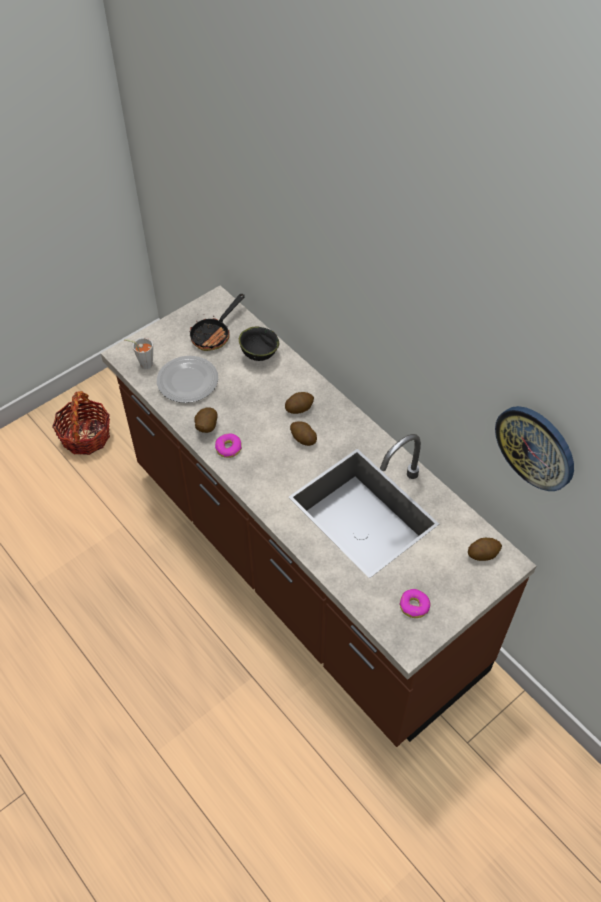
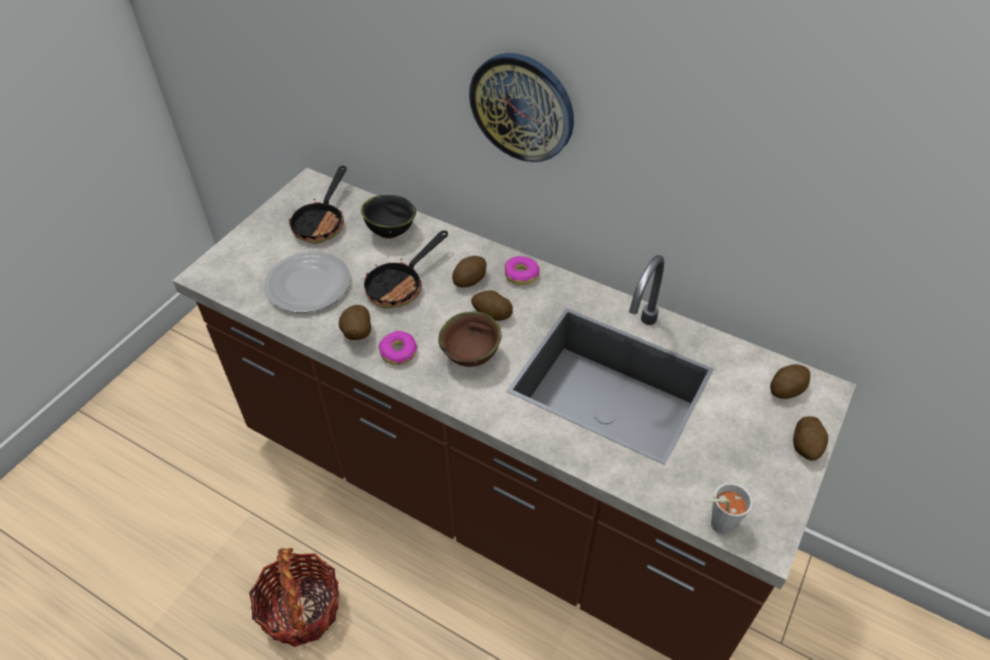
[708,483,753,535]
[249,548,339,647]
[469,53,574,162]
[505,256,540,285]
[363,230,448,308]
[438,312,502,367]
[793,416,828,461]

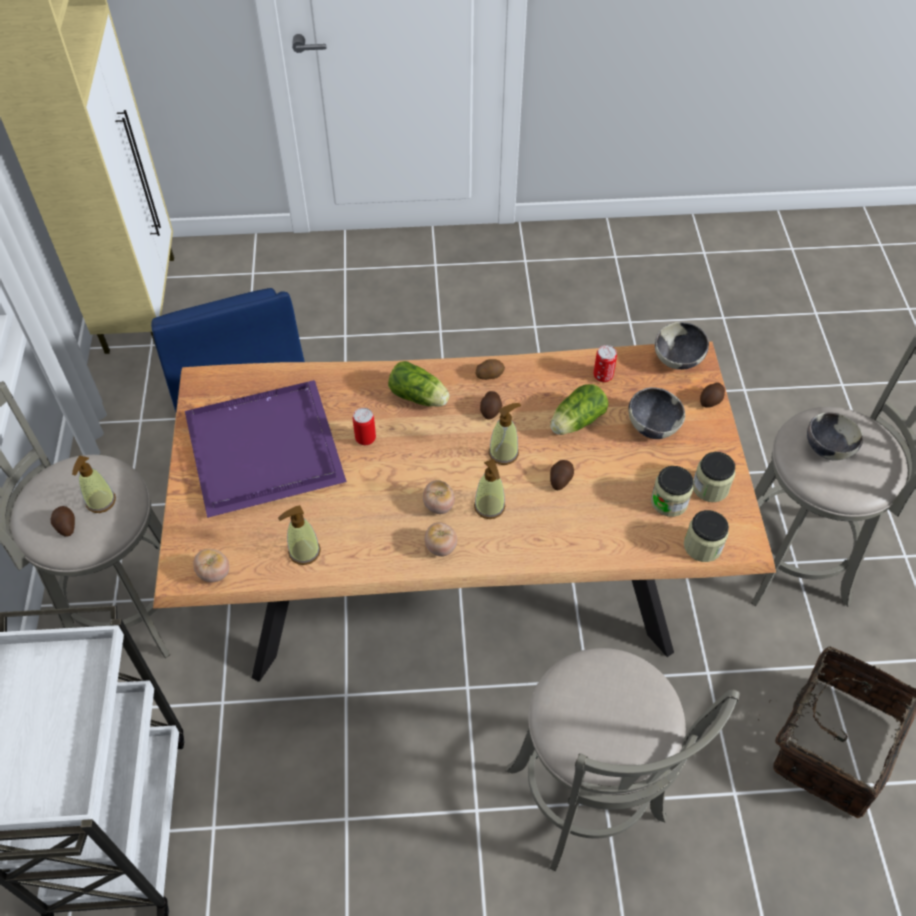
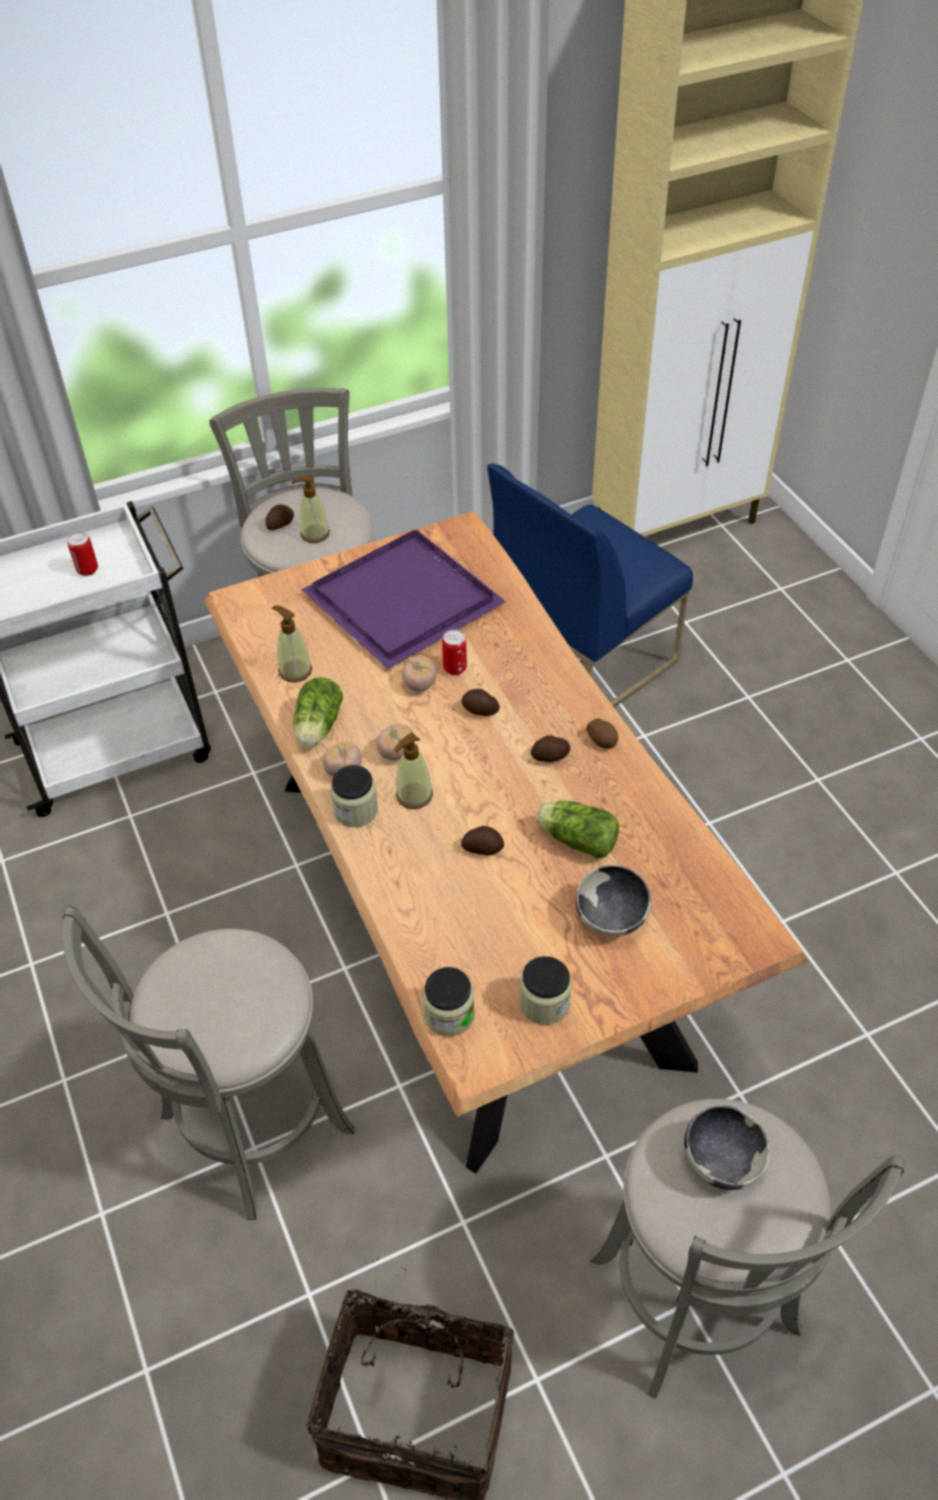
[655,322,709,370] (first image)
[67,532,98,576]
[293,677,343,748]
[461,689,500,716]
[489,403,521,465] (first image)
[330,765,378,827]
[402,655,437,692]

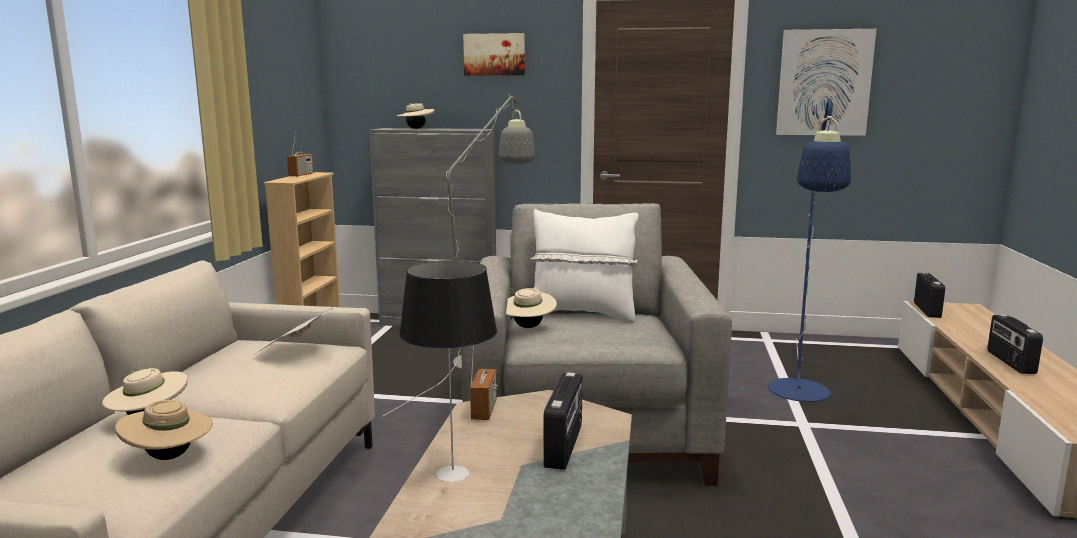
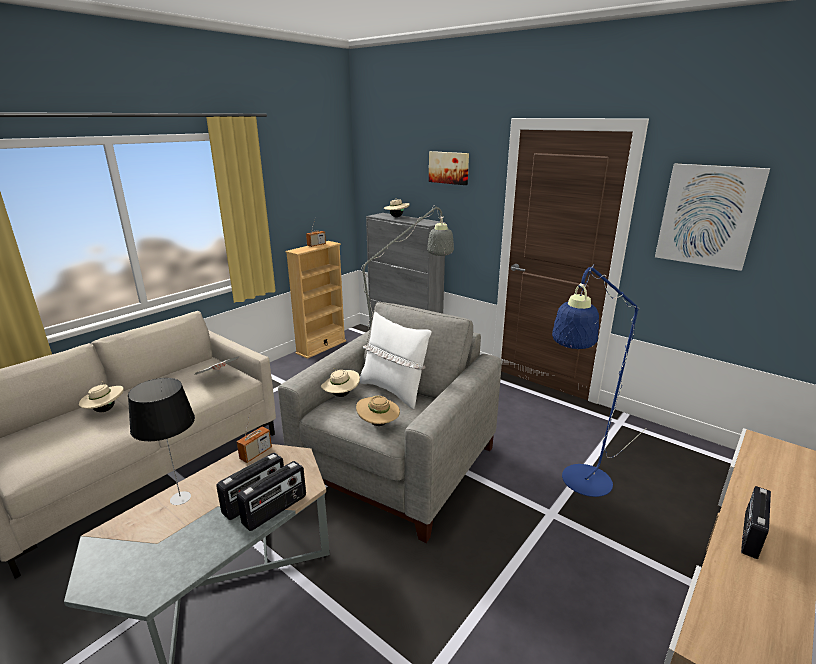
[237,461,306,531]
[356,396,400,426]

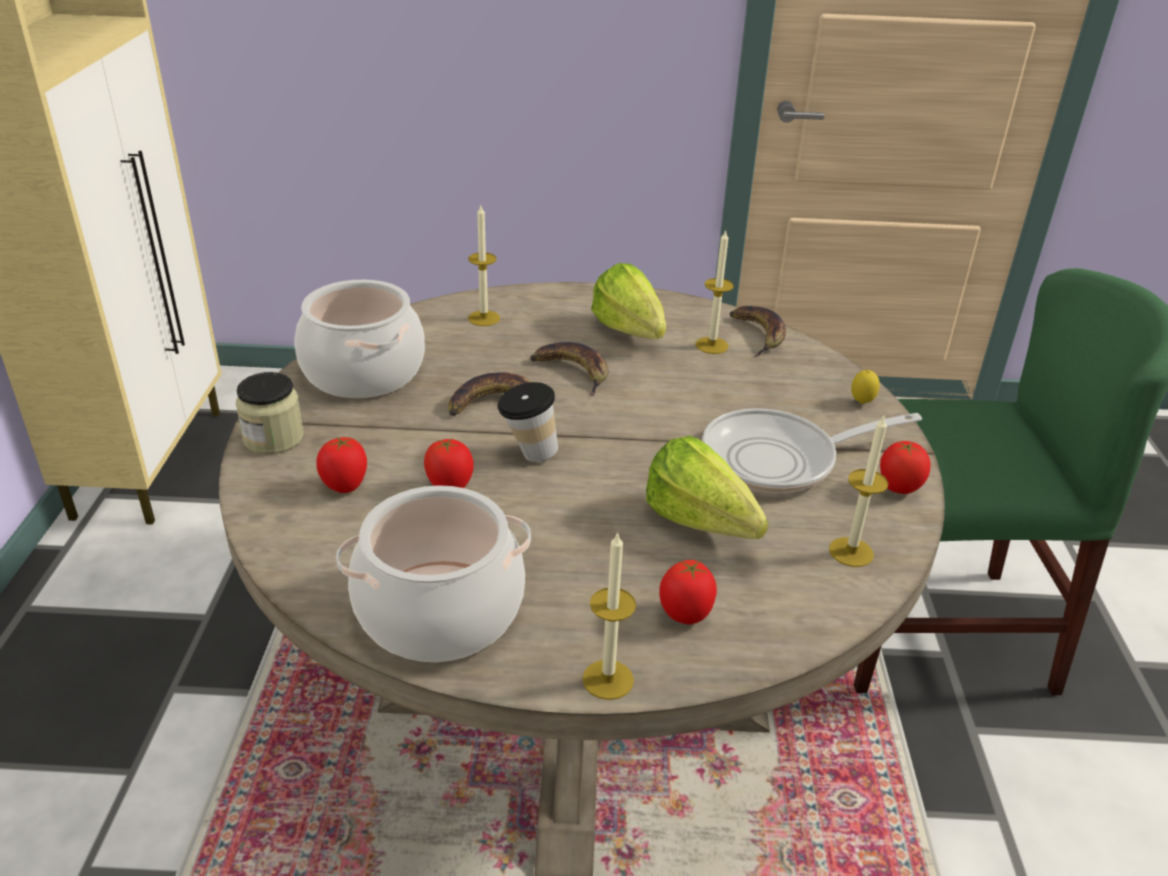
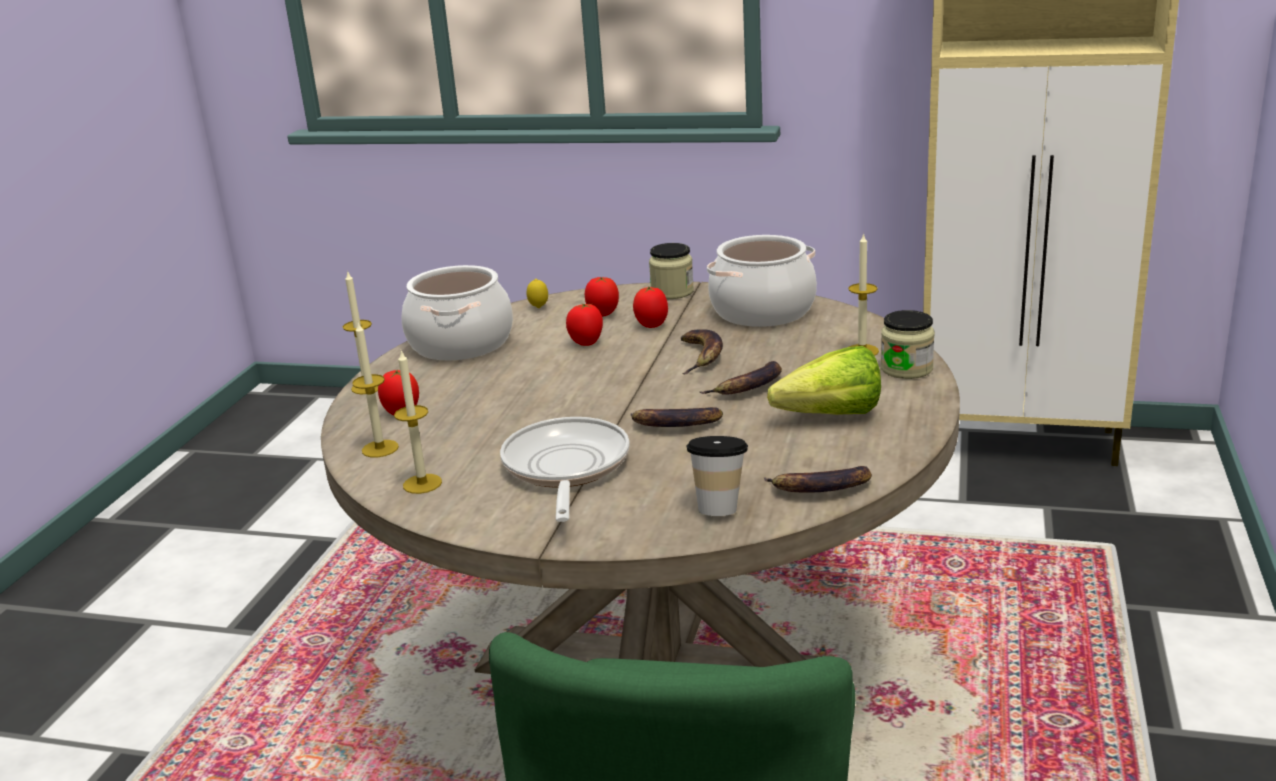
[352,322,399,458]
[527,279,548,308]
[686,436,748,516]
[646,436,769,539] (first image)
[633,286,668,328]
[881,310,935,379]
[631,407,723,427]

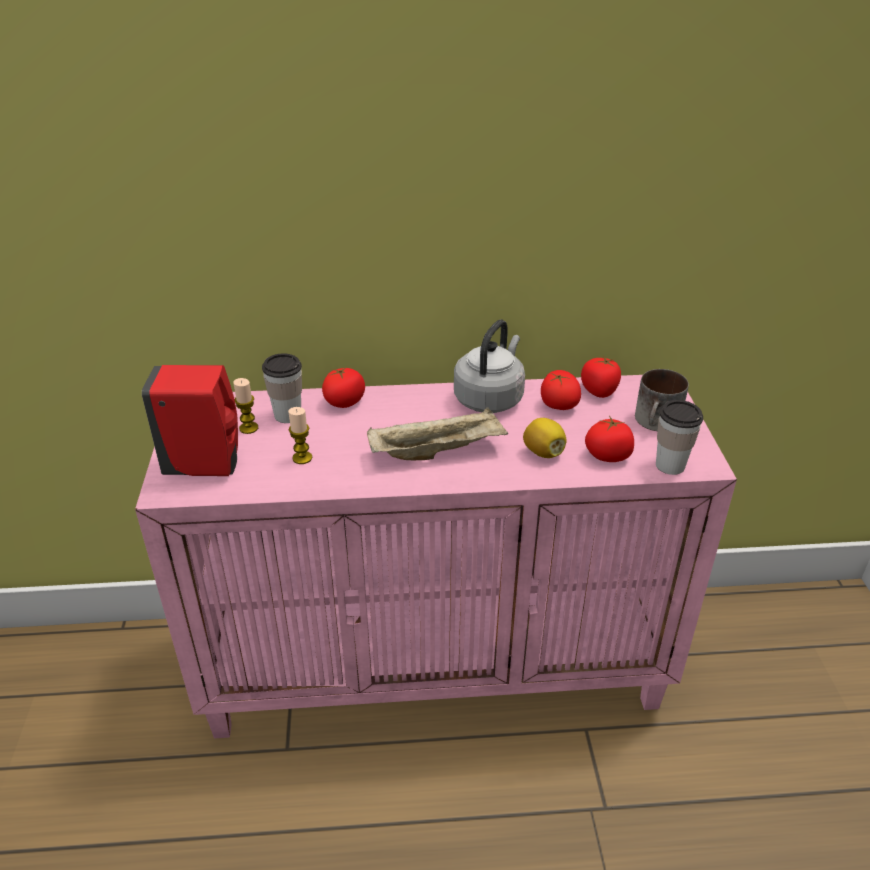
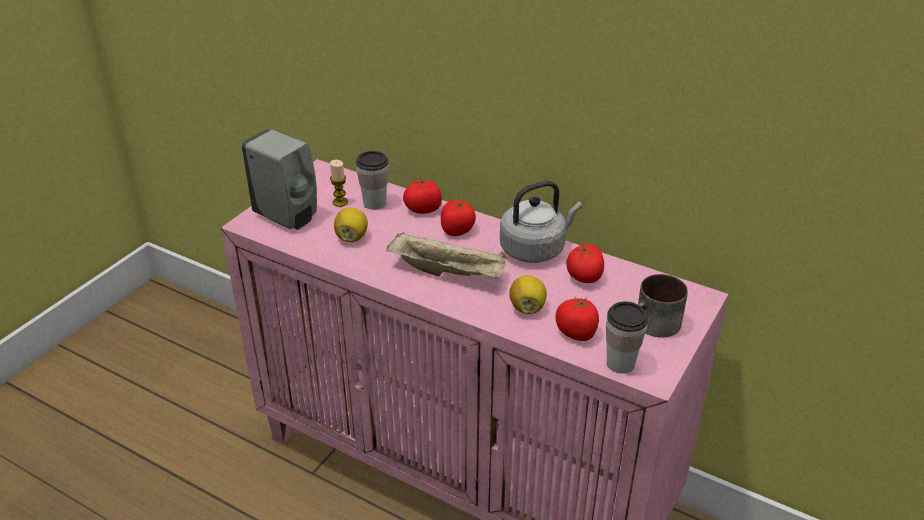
[441,200,476,236]
[241,129,317,230]
[334,207,368,242]

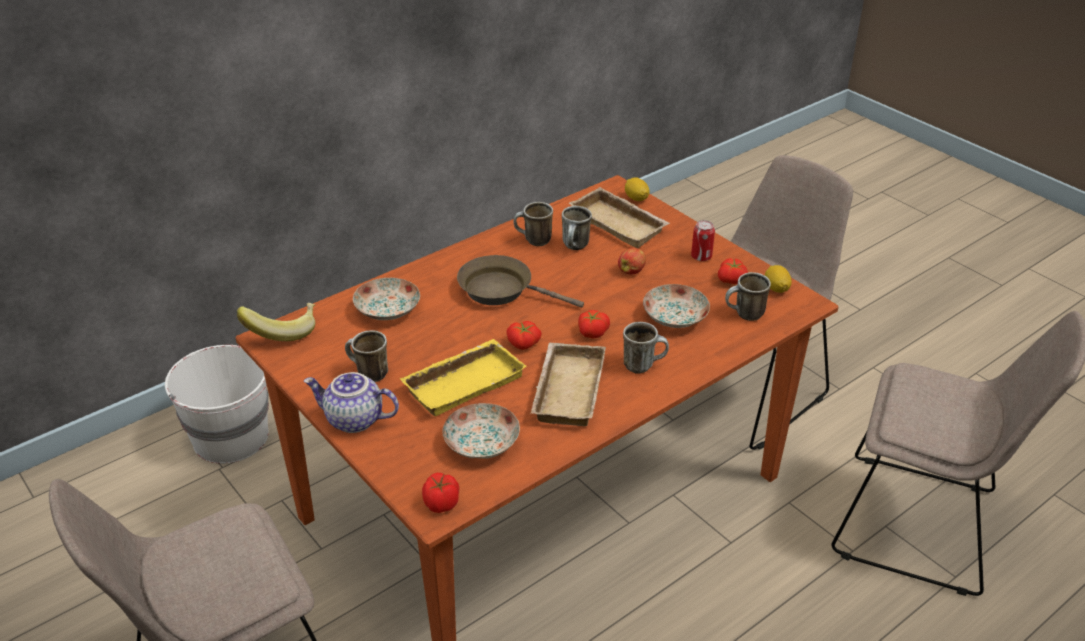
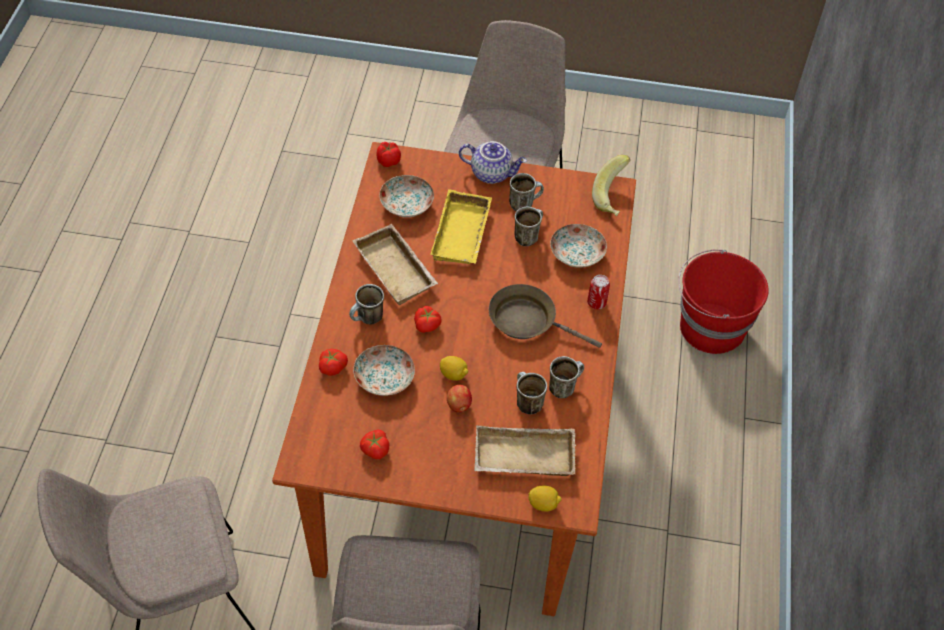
[587,275,610,309]
[489,284,602,348]
[440,356,468,381]
[515,207,543,246]
[319,349,348,376]
[678,249,769,354]
[459,141,527,184]

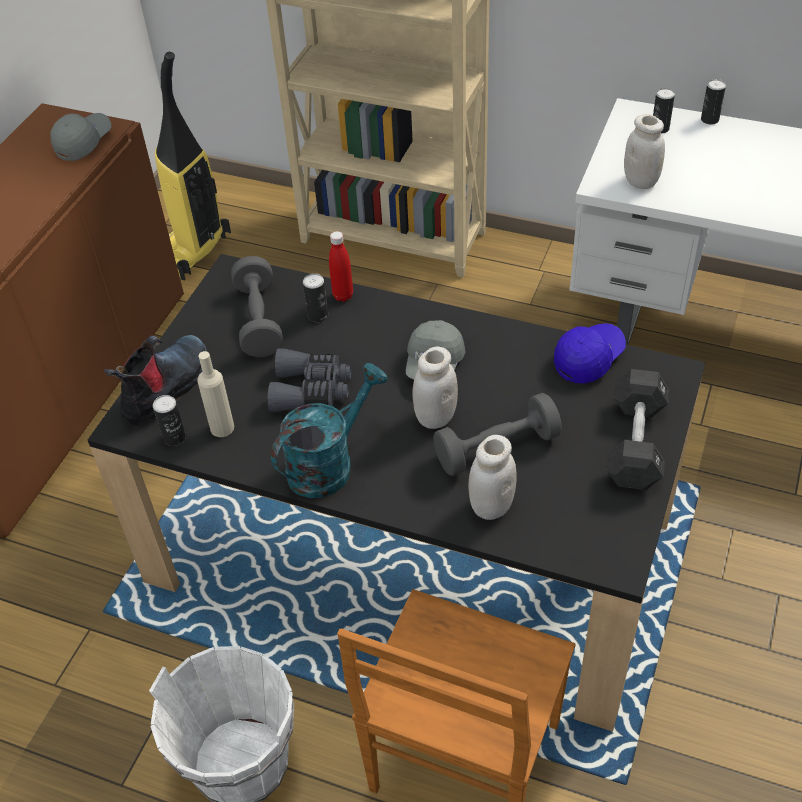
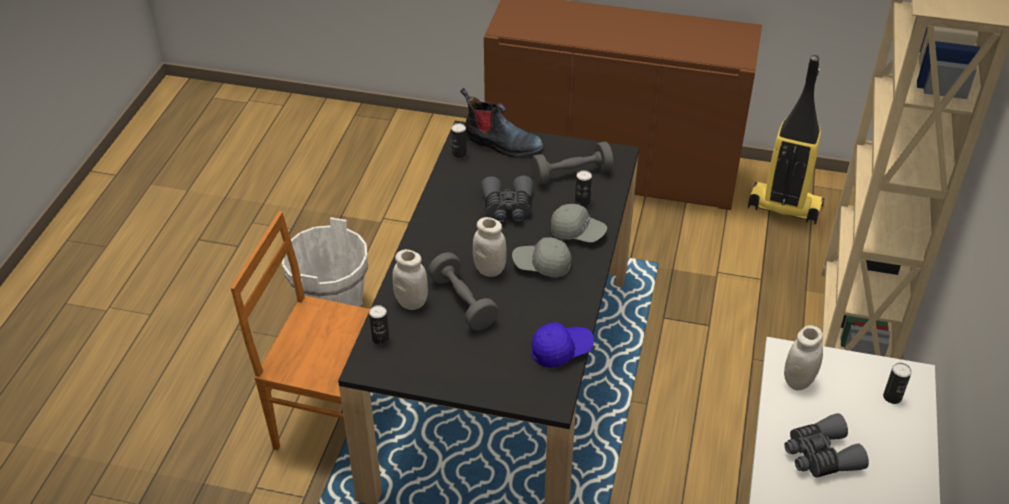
[369,305,389,345]
[551,204,607,243]
[329,231,353,302] (first image)
[531,322,594,368]
[197,351,234,437] (first image)
[271,363,388,498] (first image)
[606,369,669,490] (first image)
[784,413,869,478]

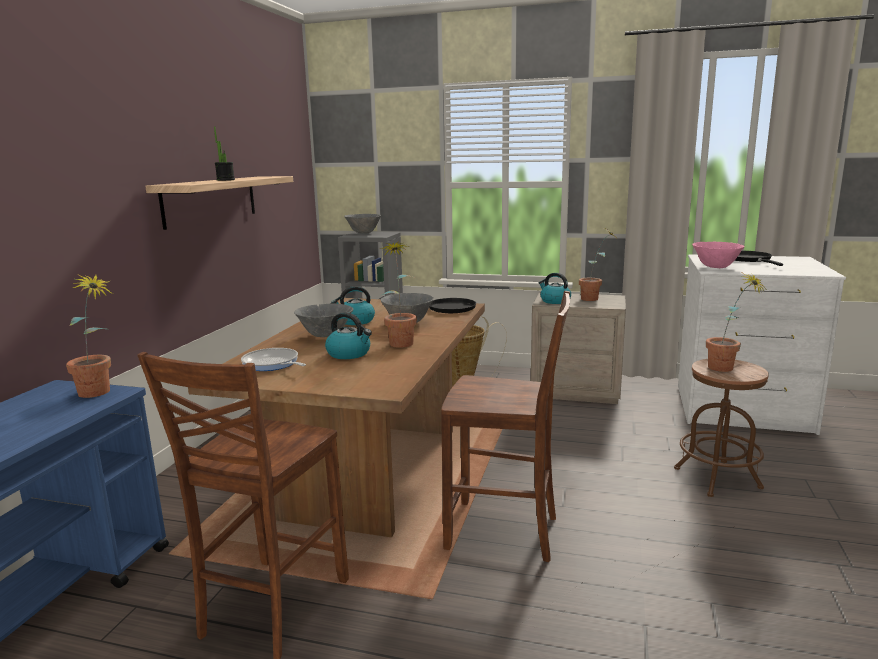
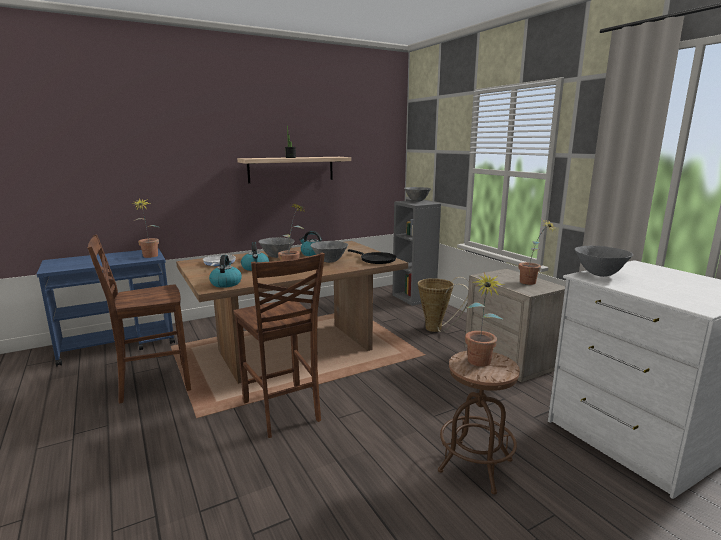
[575,246,633,277]
[734,251,783,266] (first image)
[209,255,242,288]

